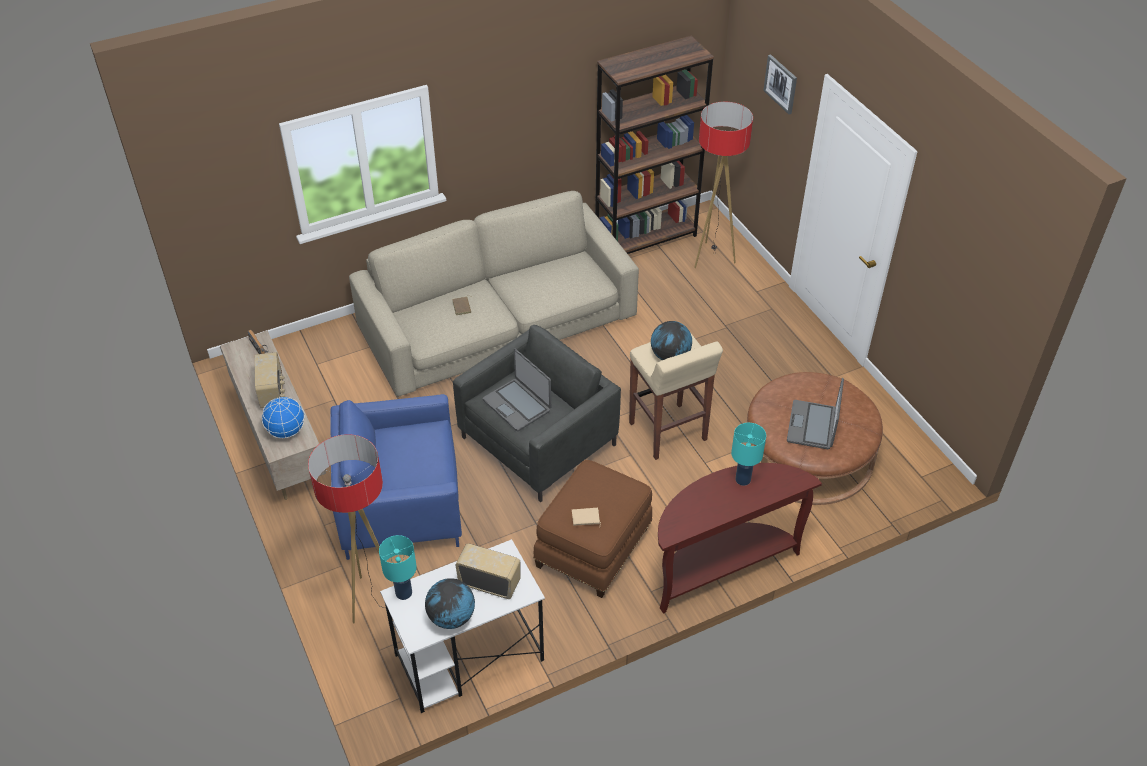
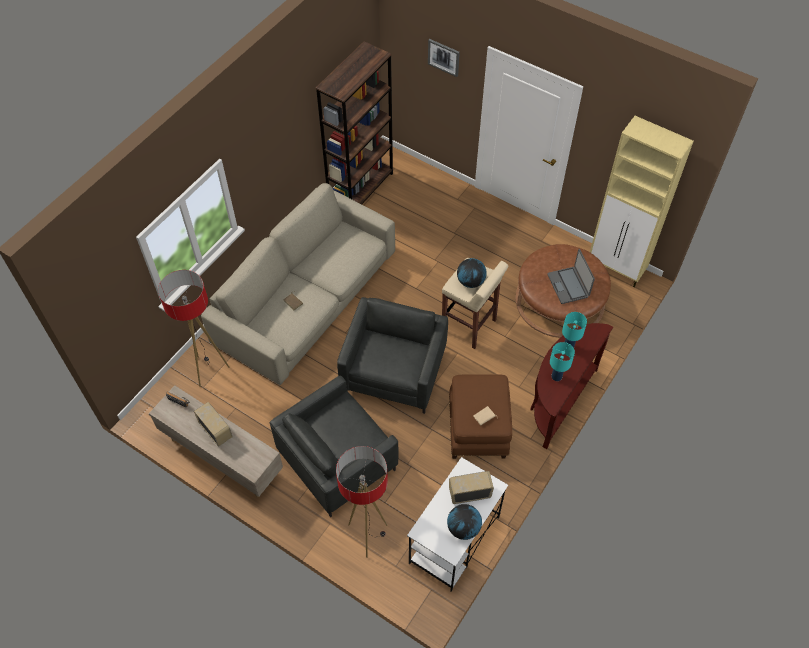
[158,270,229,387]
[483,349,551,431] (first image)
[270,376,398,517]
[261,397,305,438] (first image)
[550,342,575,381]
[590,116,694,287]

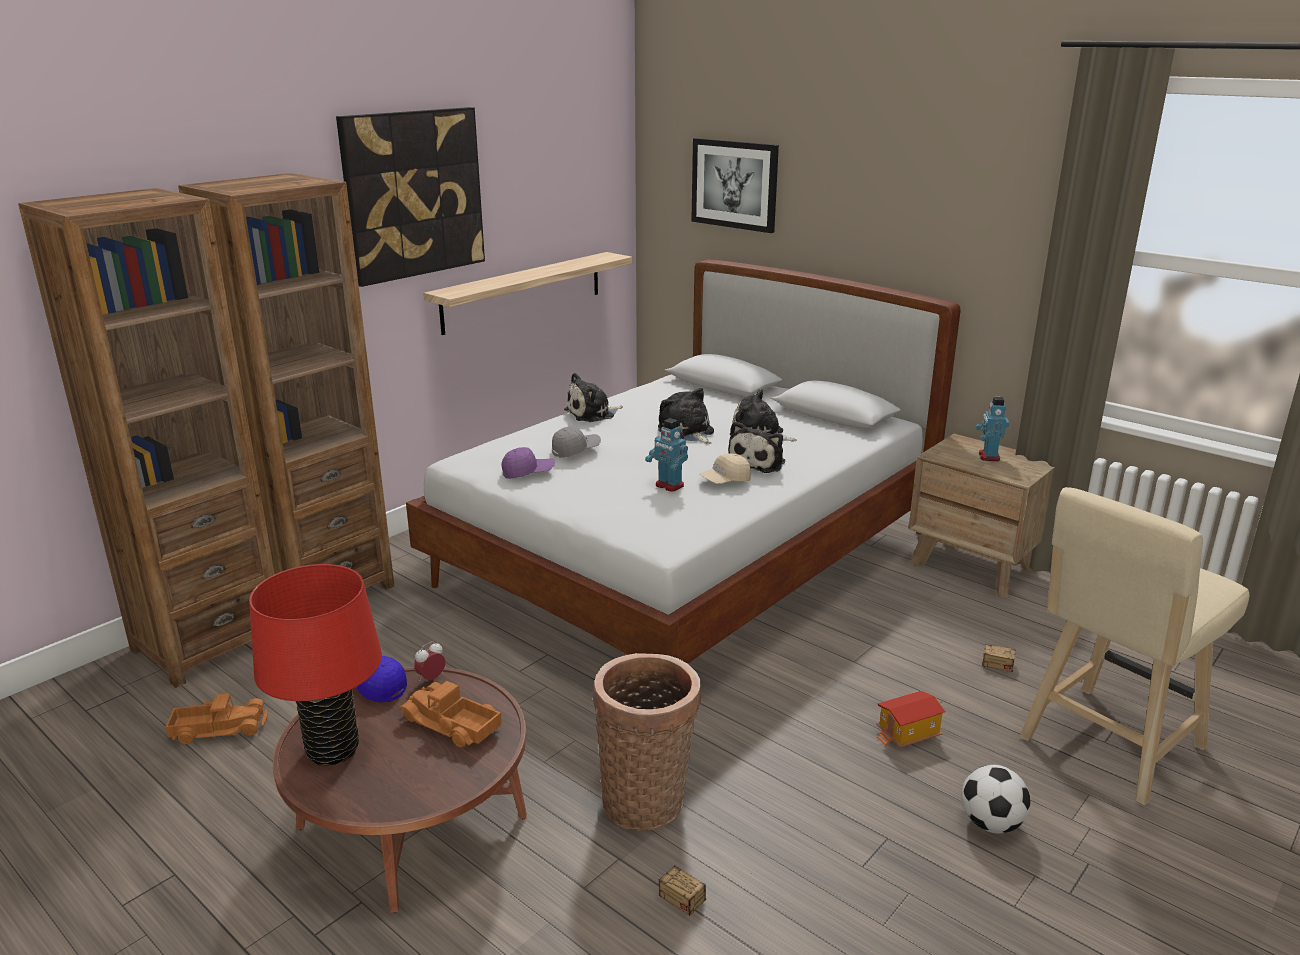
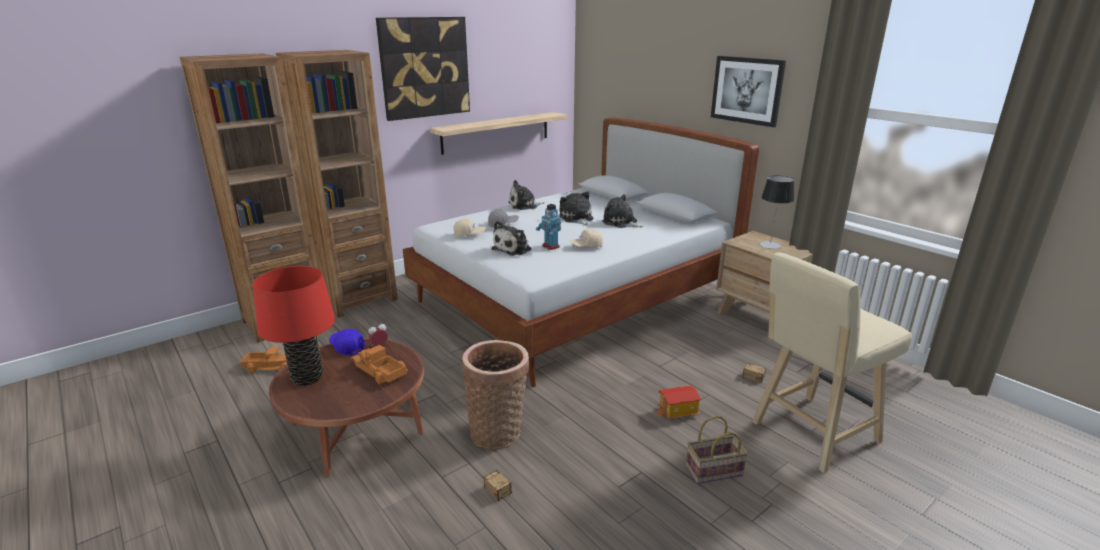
[711,56,786,127]
[760,176,794,249]
[491,221,532,256]
[453,219,486,237]
[686,415,748,484]

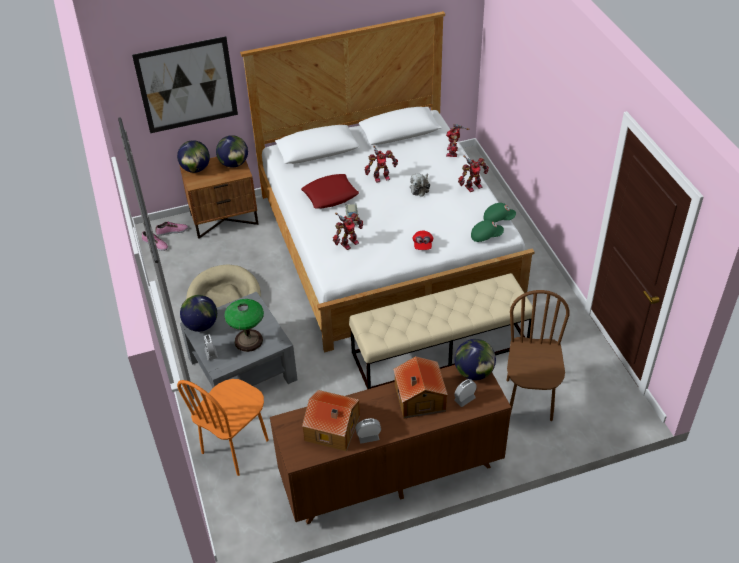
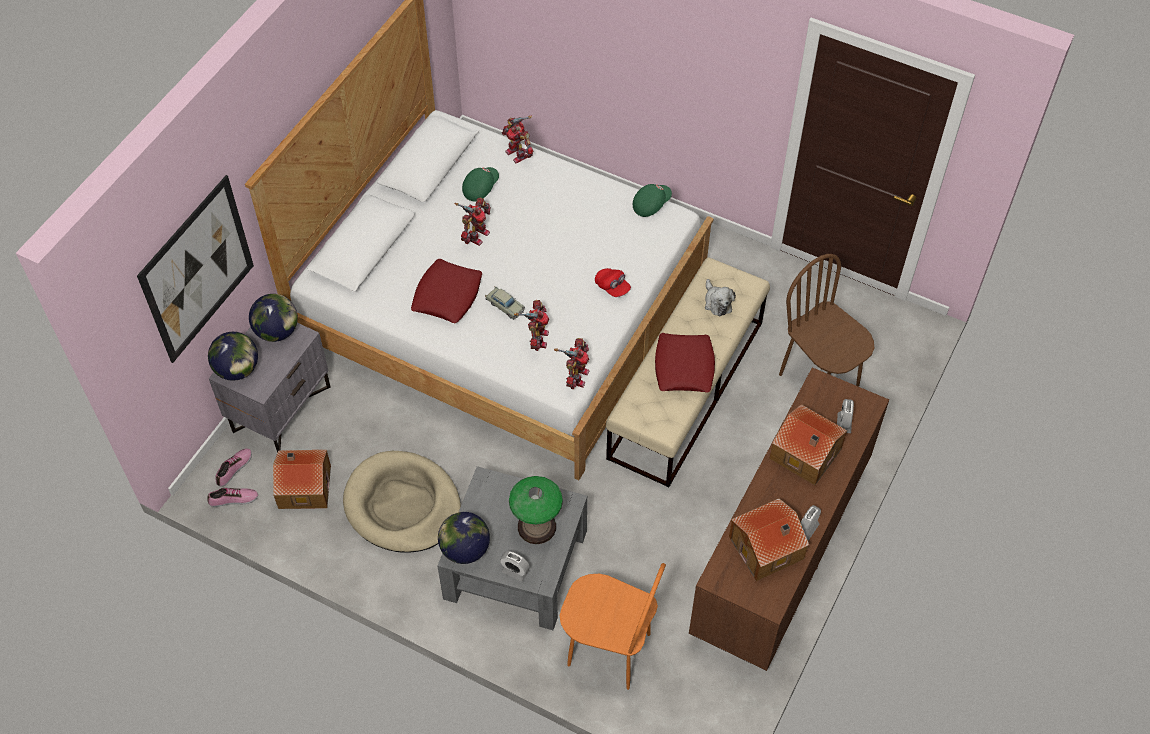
[554,338,589,389]
[209,323,331,452]
[705,279,736,316]
[462,167,499,201]
[454,339,496,380] (first image)
[559,563,666,690]
[655,333,715,392]
[273,450,331,509]

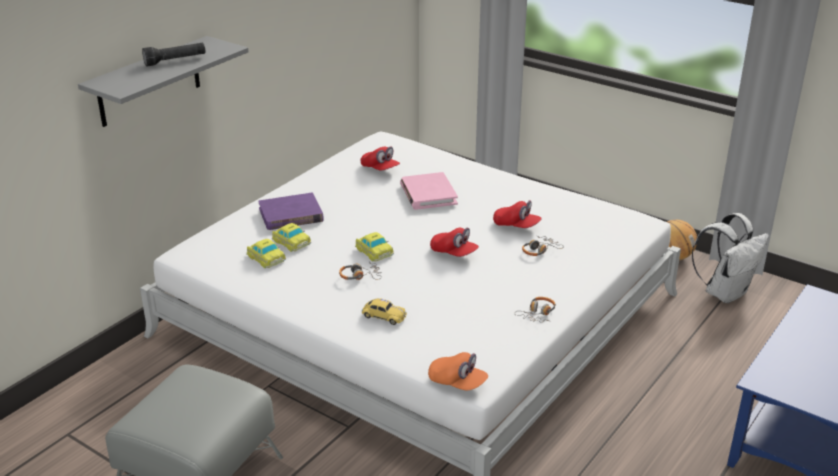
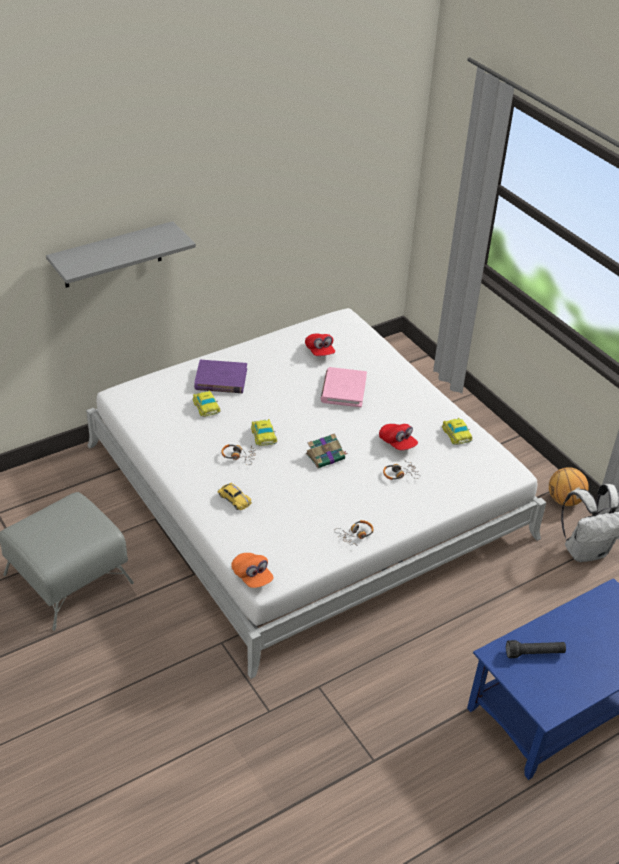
[506,640,566,658]
[306,433,348,468]
[442,418,472,445]

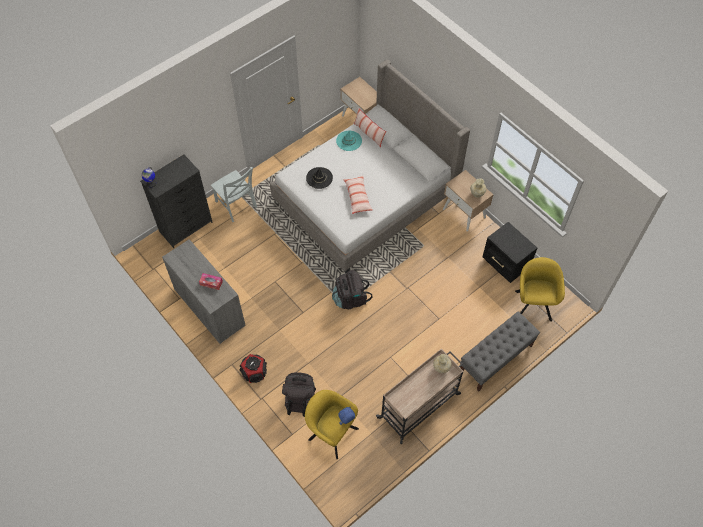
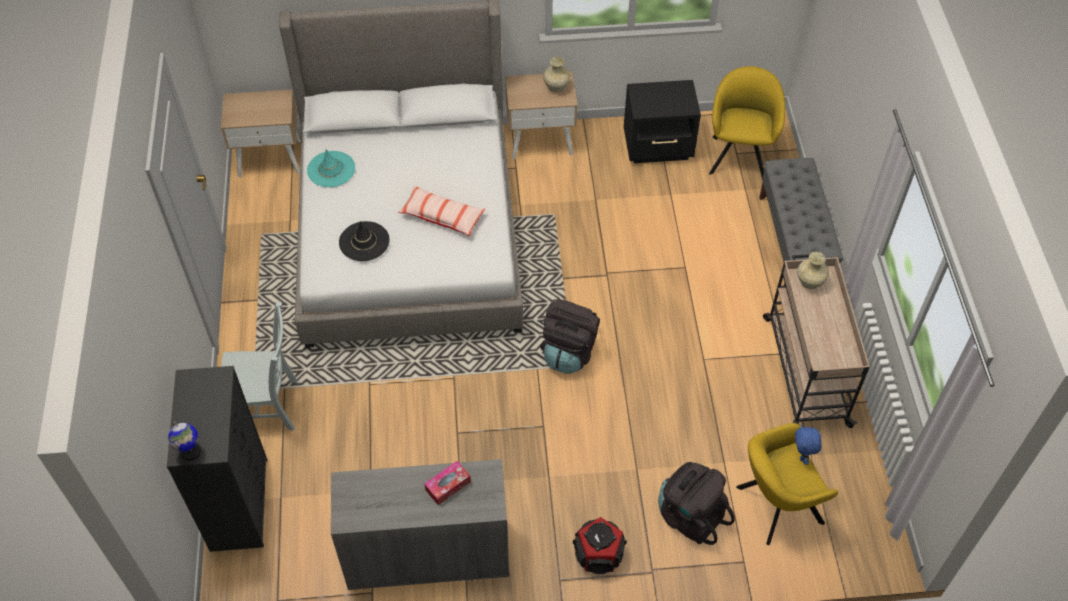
[353,107,386,147] (first image)
[709,66,785,178]

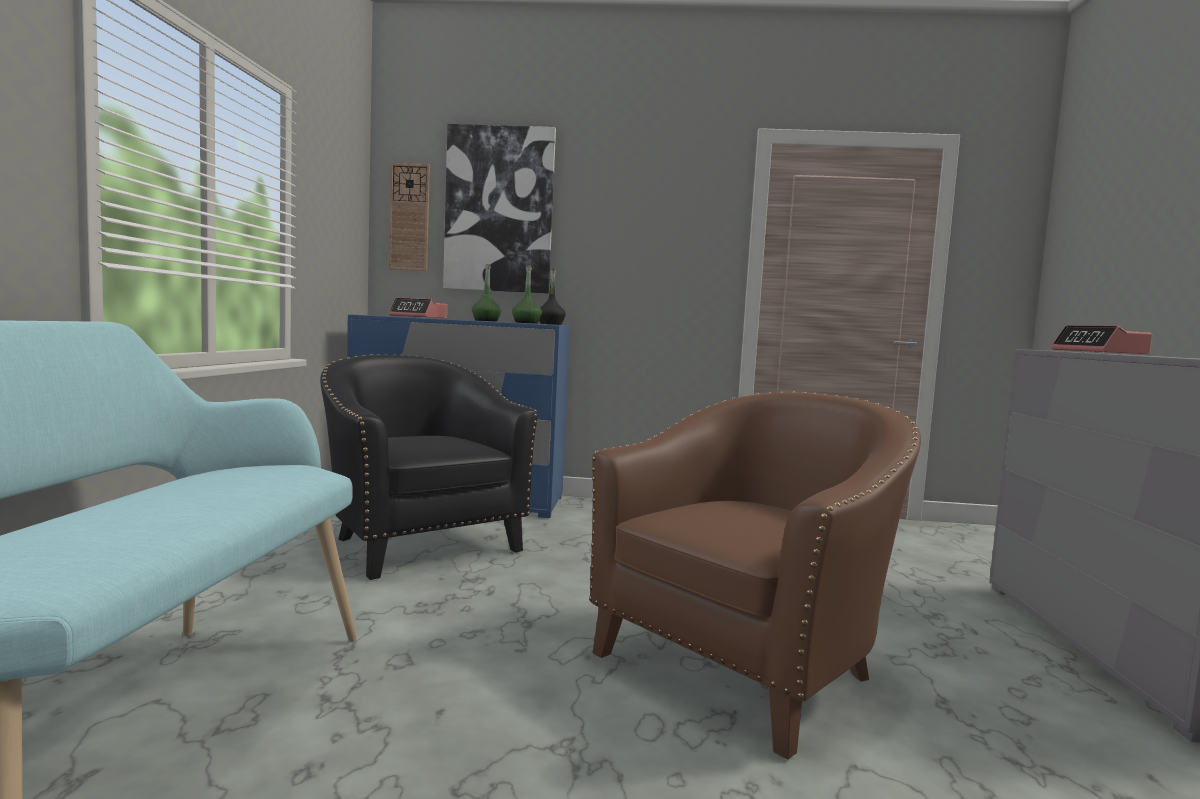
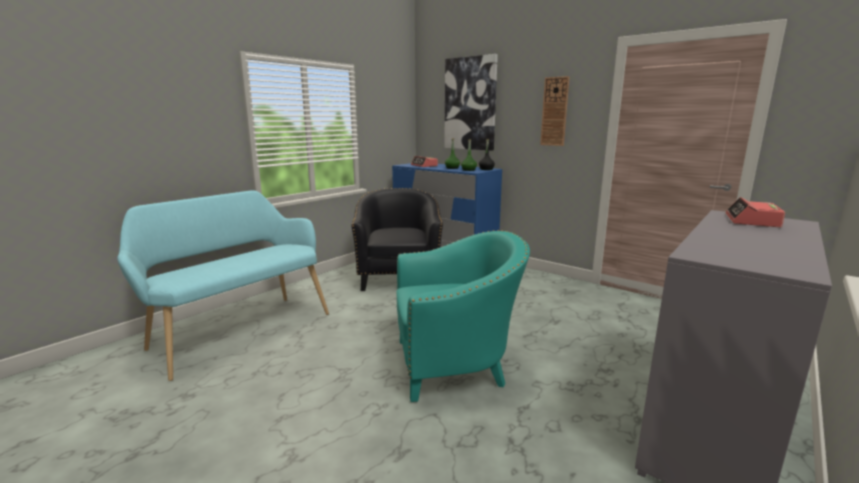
[540,76,570,146]
[396,230,530,402]

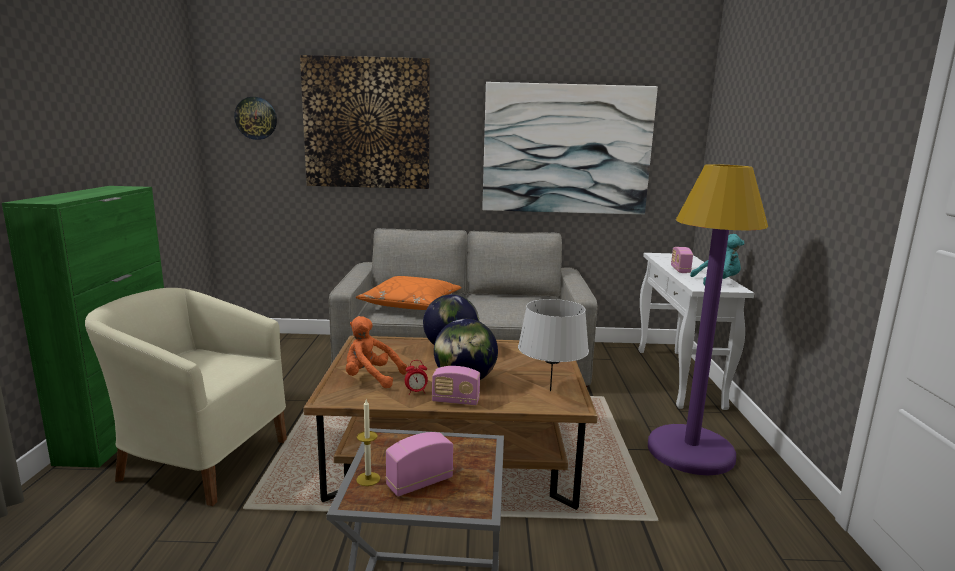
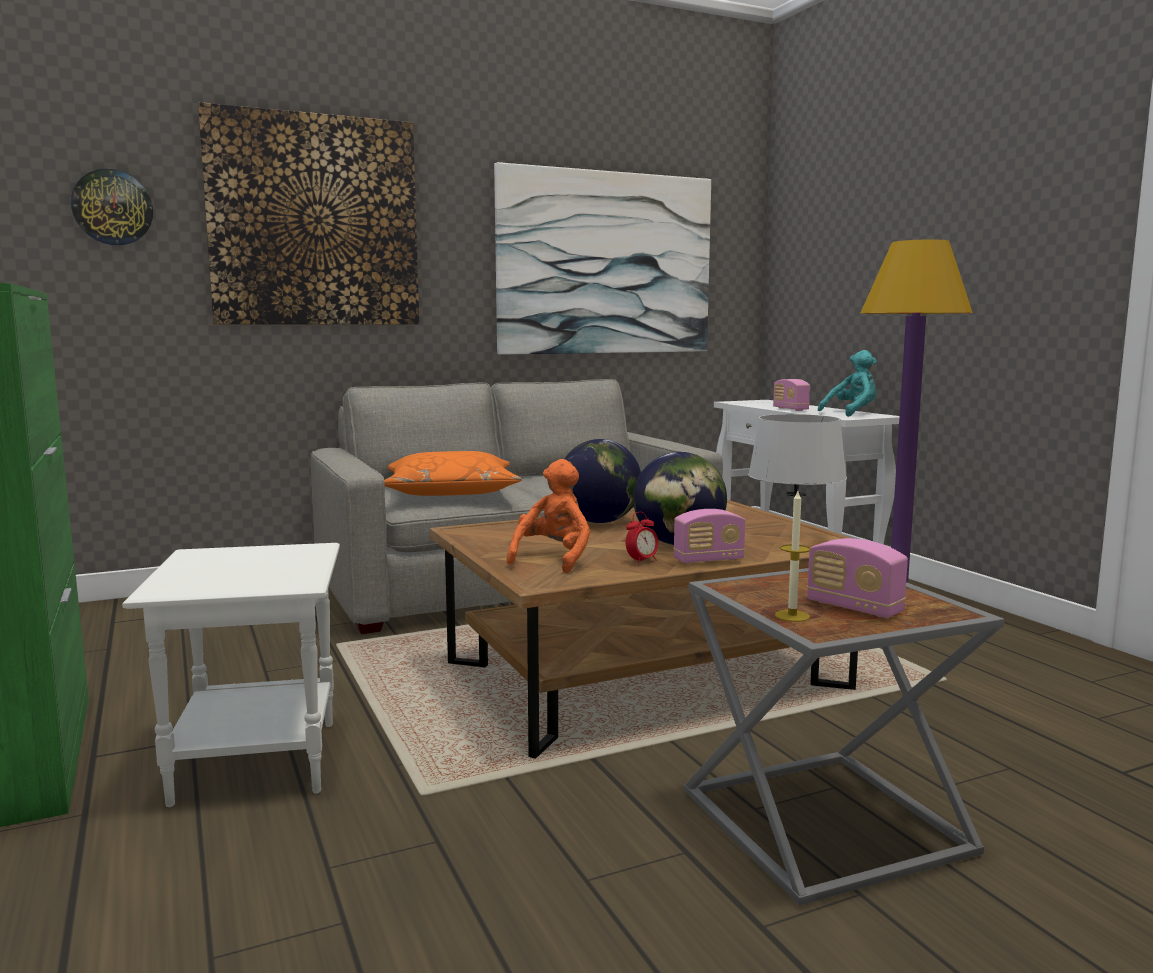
[122,543,340,807]
[506,459,590,573]
[807,538,908,618]

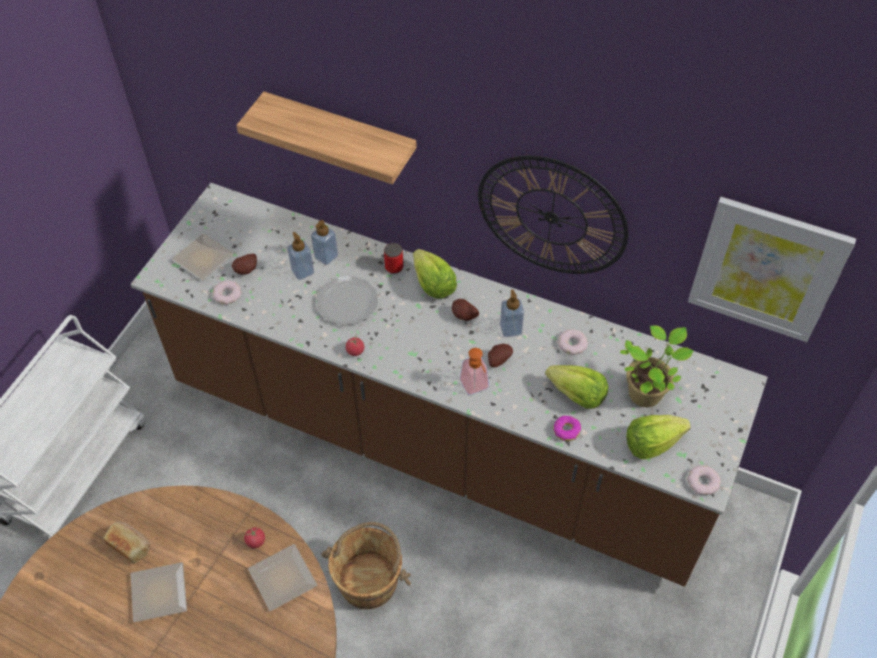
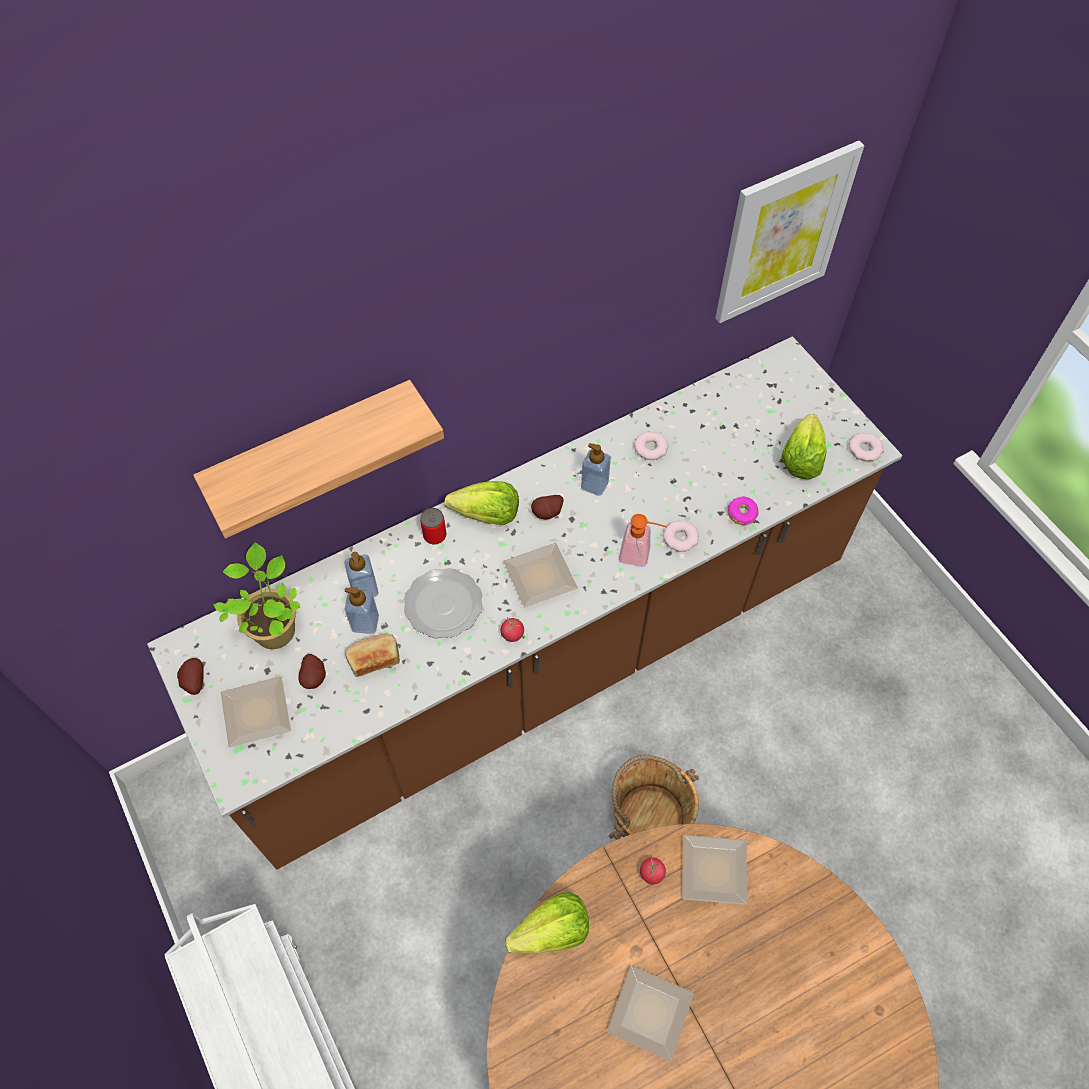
[478,155,628,274] (first image)
[663,520,699,552]
[214,542,300,649]
[177,658,203,695]
[505,892,589,953]
[345,634,400,677]
[503,543,578,607]

